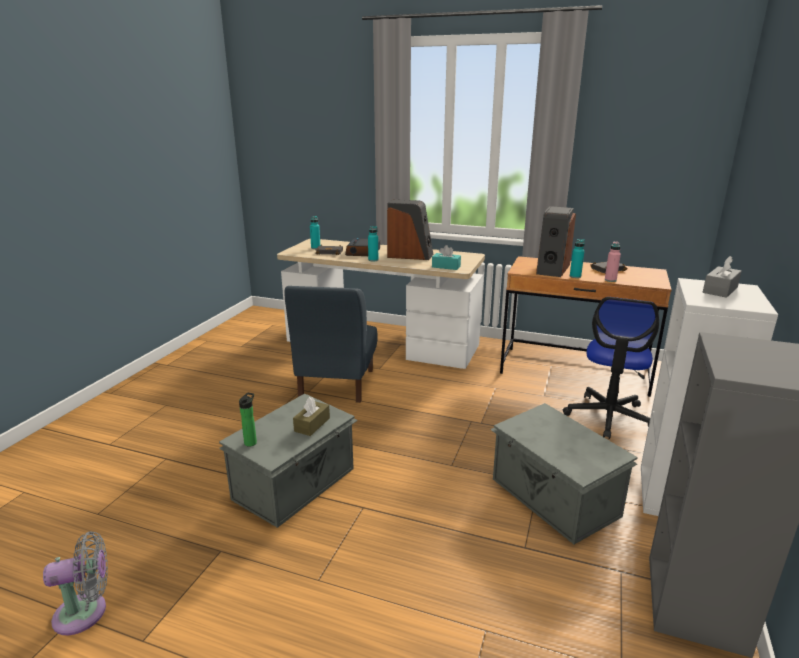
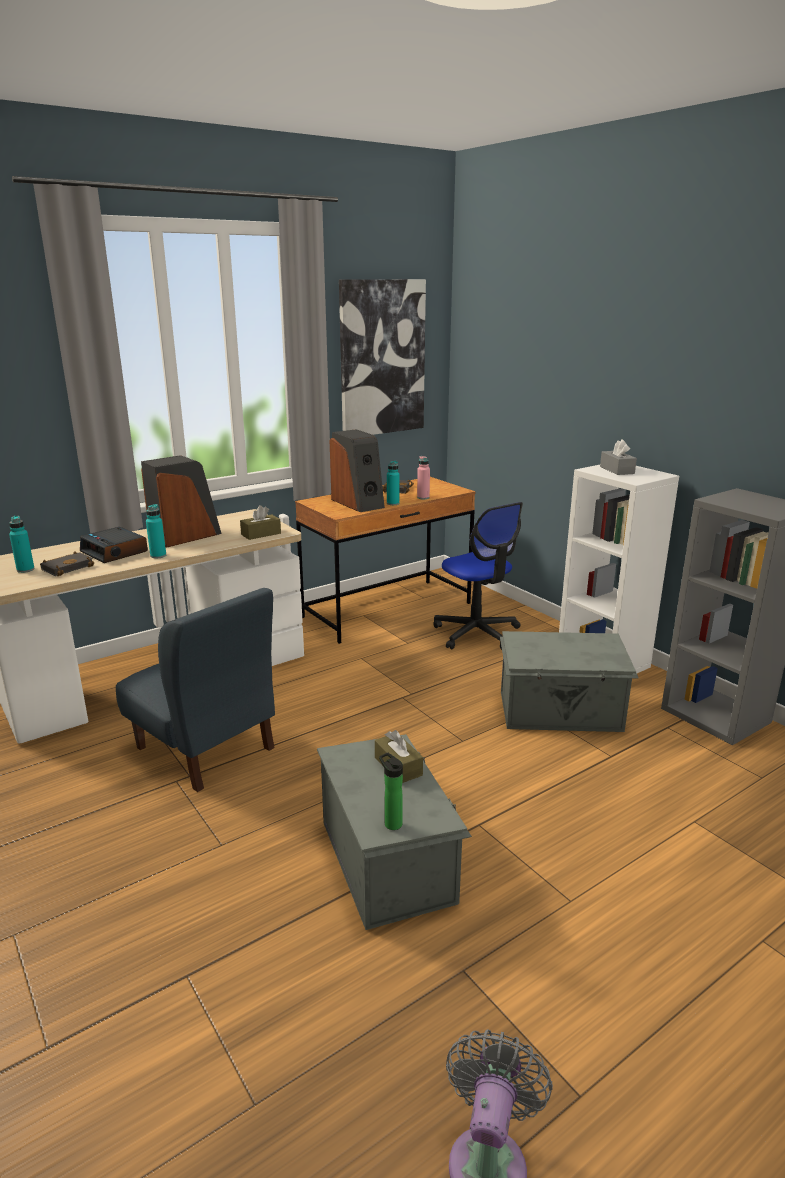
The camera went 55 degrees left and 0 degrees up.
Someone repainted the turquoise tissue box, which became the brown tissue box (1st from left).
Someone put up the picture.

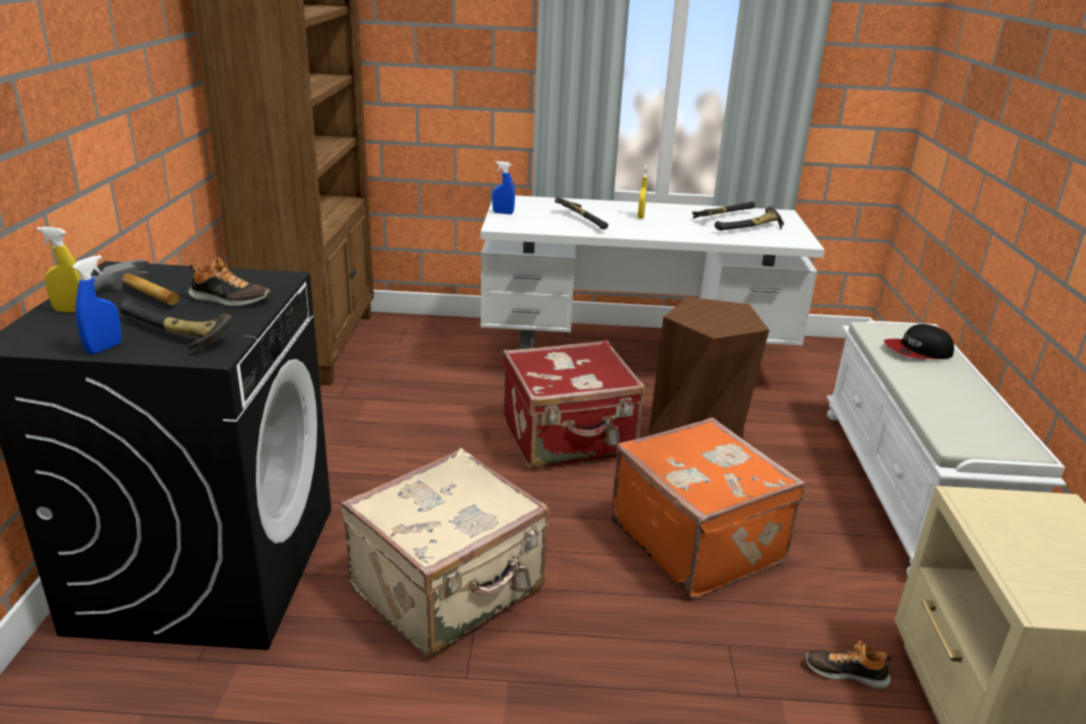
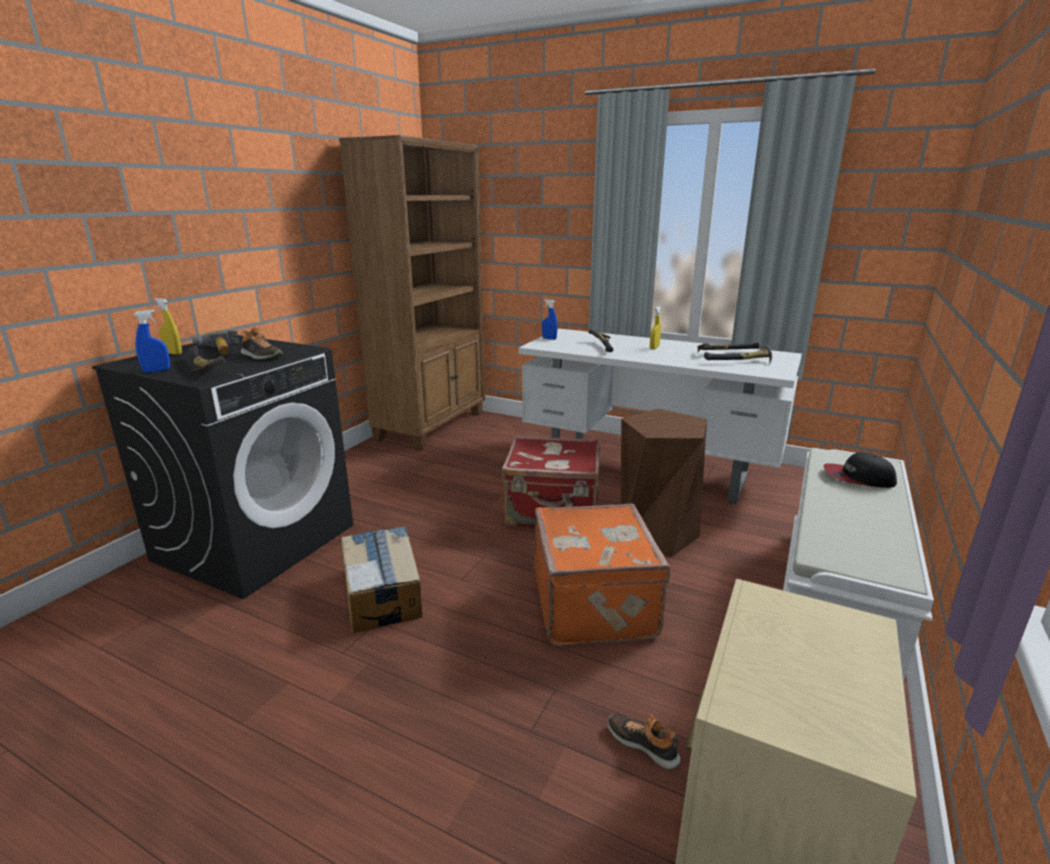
The camera went 25 degrees right and 5 degrees down.
Someone swapped the beige suitcase for the cardboard box.

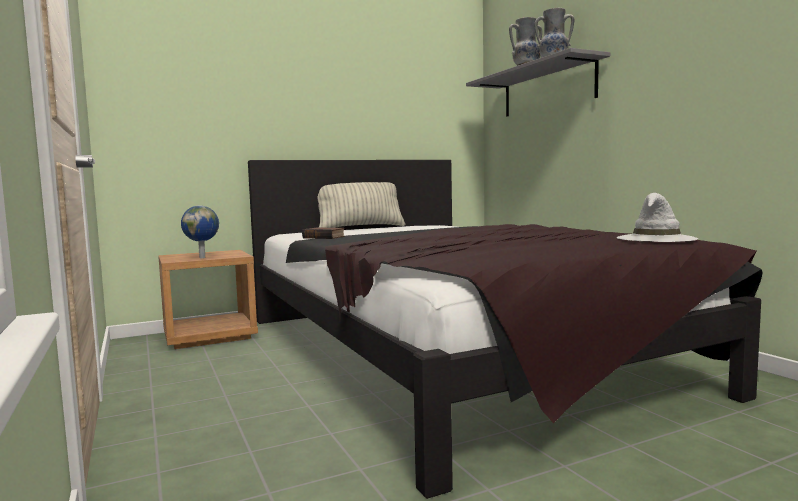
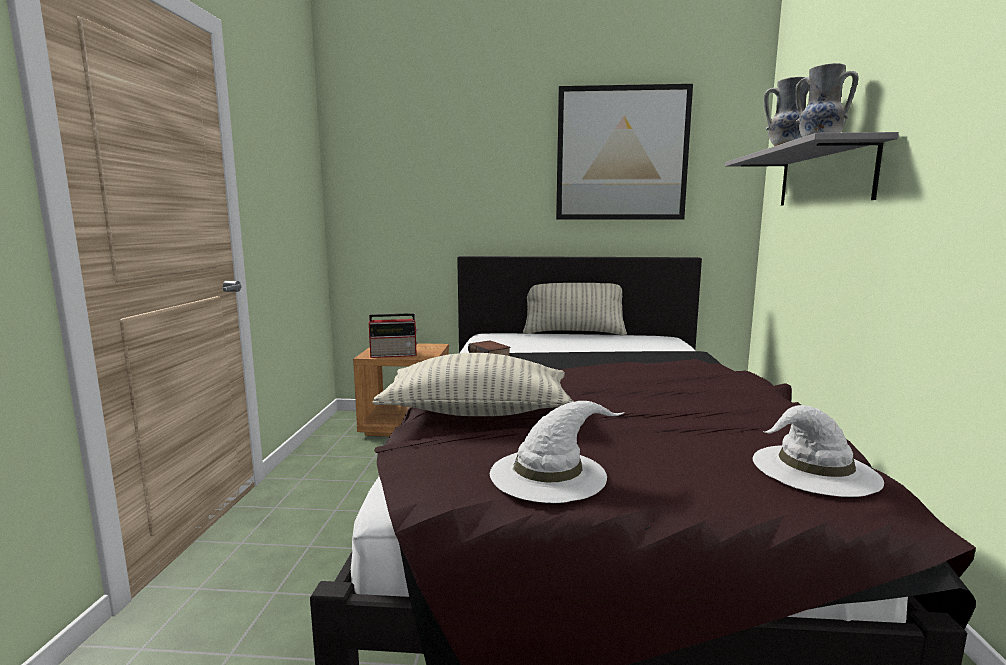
The camera went 30 degrees right and 5 degrees up.
Someone swapped the globe for the radio.
Someone put down the pillow (1st from left).
Someone put down the white hat (1st from left).
Someone put up the picture.

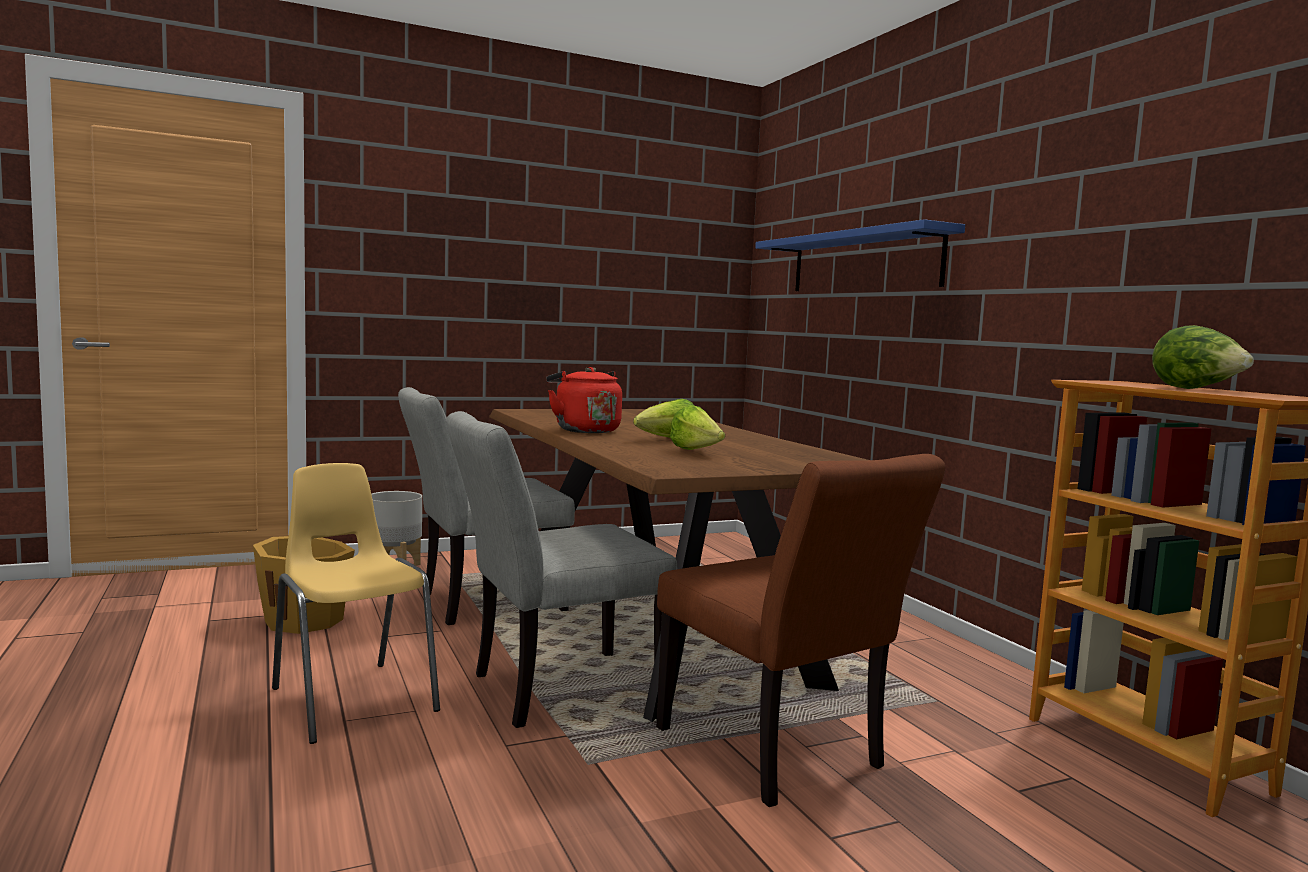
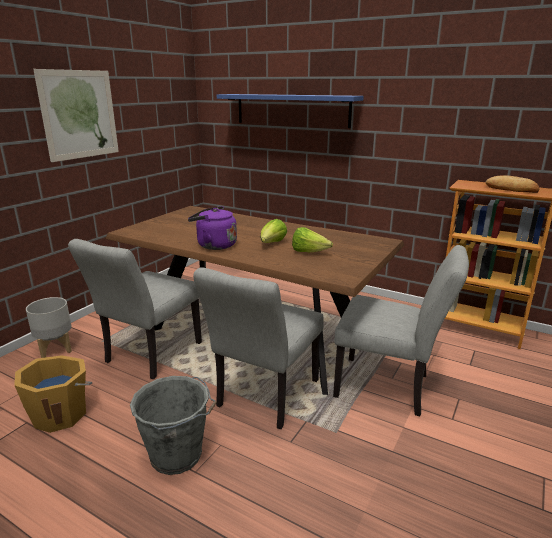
The camera went 35 degrees left and 15 degrees up.
Someone put up the picture.
Someone swapped the yellow chair for the grey bucket.
Someone repainted the red kettle, which became the purple kettle.
Someone repainted the brown chair, which became the grey chair (3rd from left).
Someone swapped the lettuce (3rd from left) for the bread.

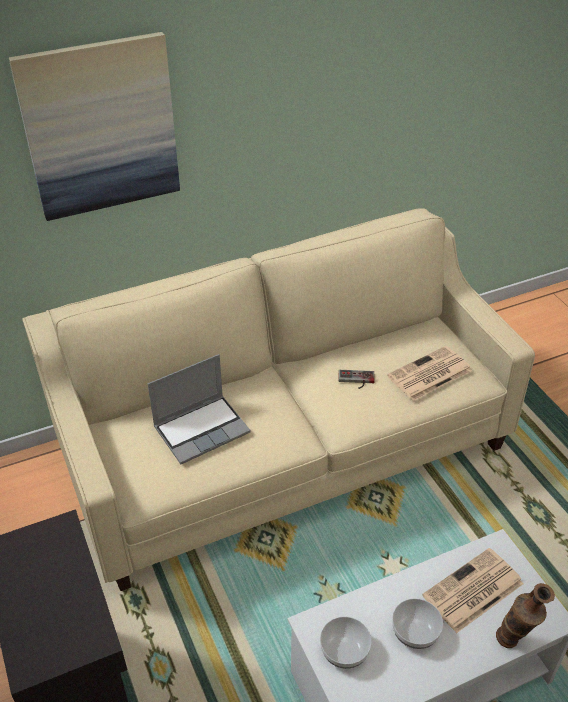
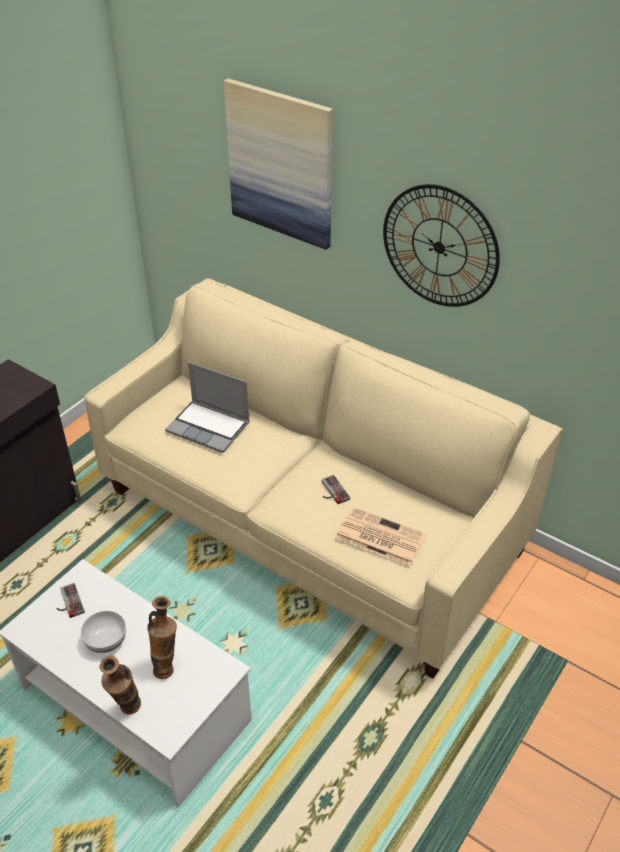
The camera went 60 degrees right and 0 degrees up.
Someone swapped the bowl (1st from left) for the game controller (1st from left).
Someone swapped the newspaper (2nd from left) for the vase (2nd from left).
Someone put up the wall clock.

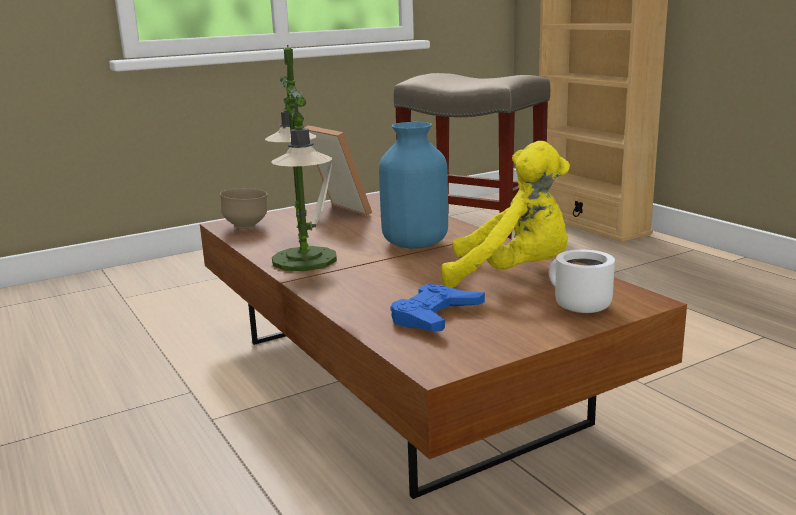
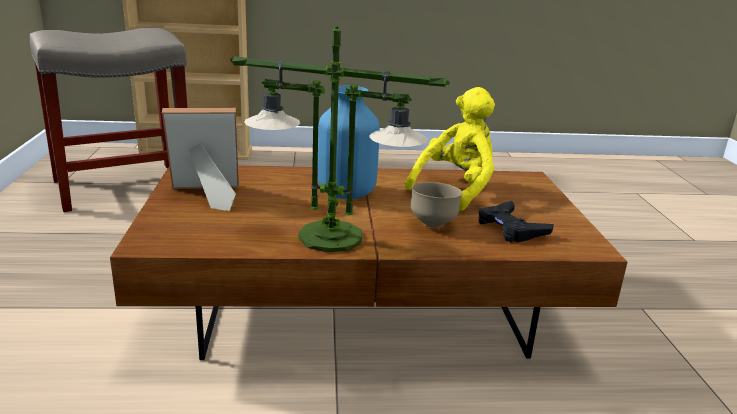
The camera went 65 degrees left and 5 degrees up.
Someone carried the brown bowl.
Someone repainted the blue game controller, which became the black game controller.
Someone took away the white mug.

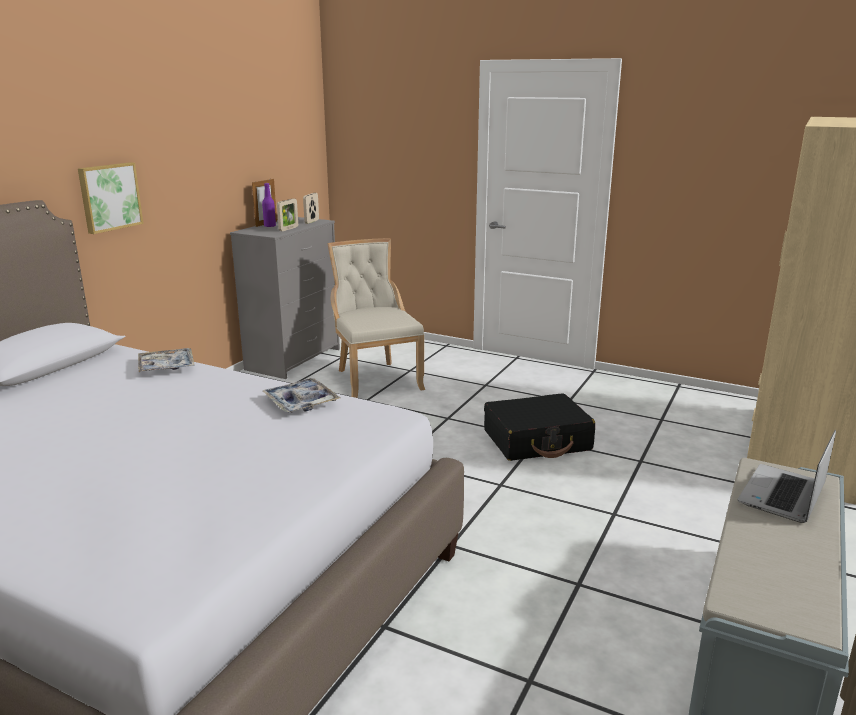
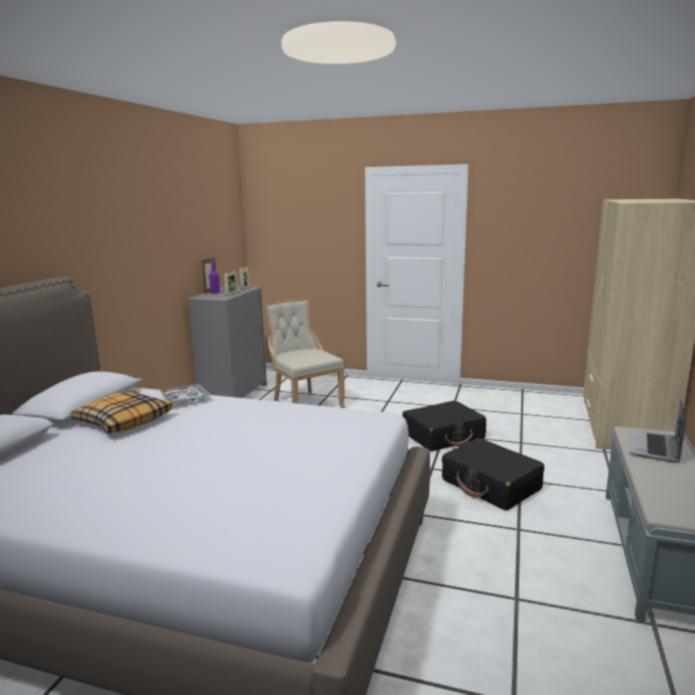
The camera went 10 degrees left and 5 degrees down.
Someone put down the pillow.
Someone put down the black suitcase (2nd from left).
Someone took away the picture.
Someone took away the tray (2nd from left).

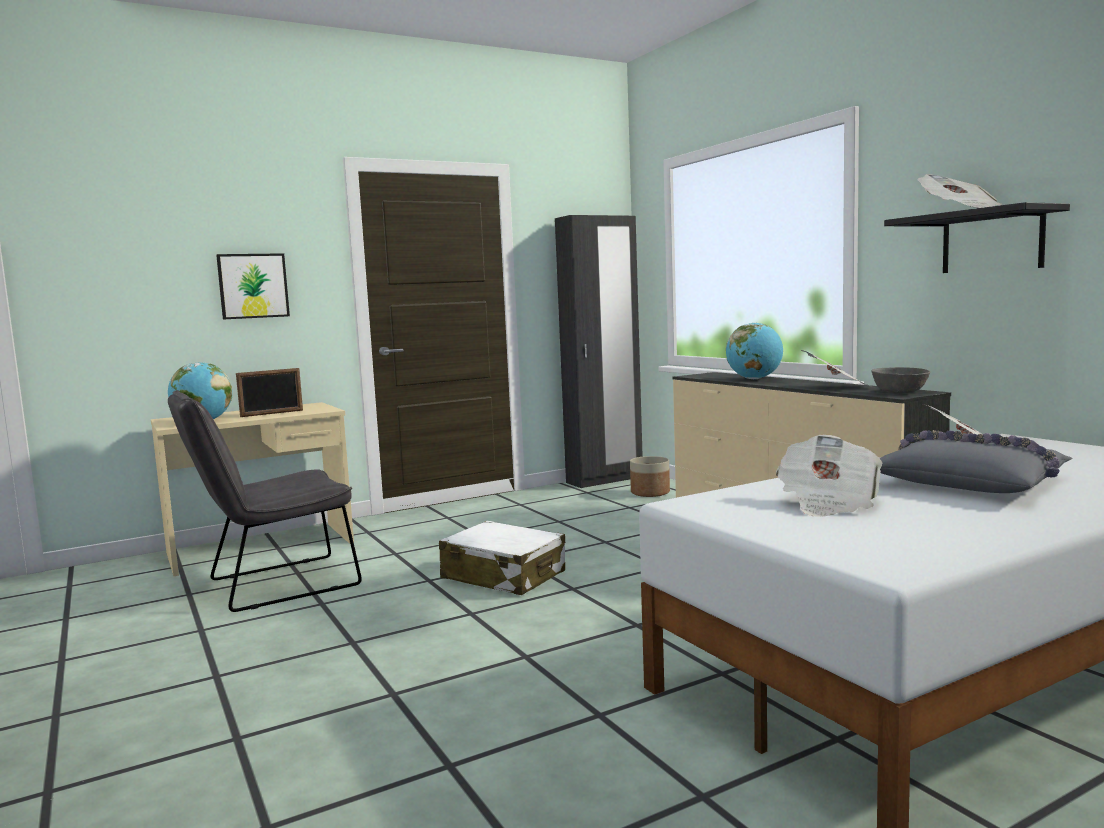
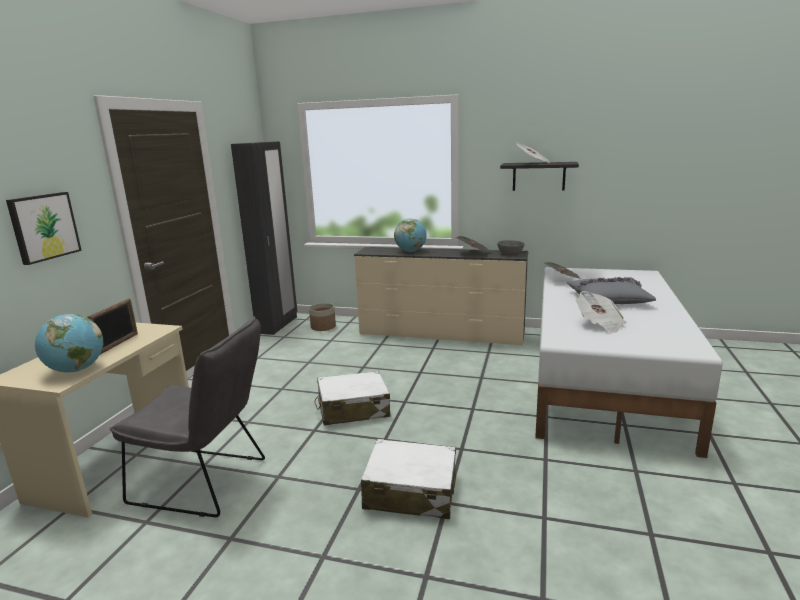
The camera went 45 degrees left and 10 degrees up.
Someone rotated the grey chair by 90 degrees counterclockwise.
Someone put down the white suitcase (2nd from left).

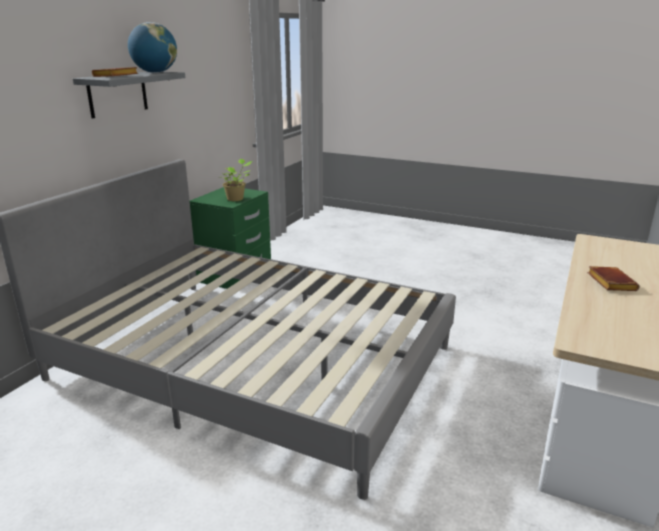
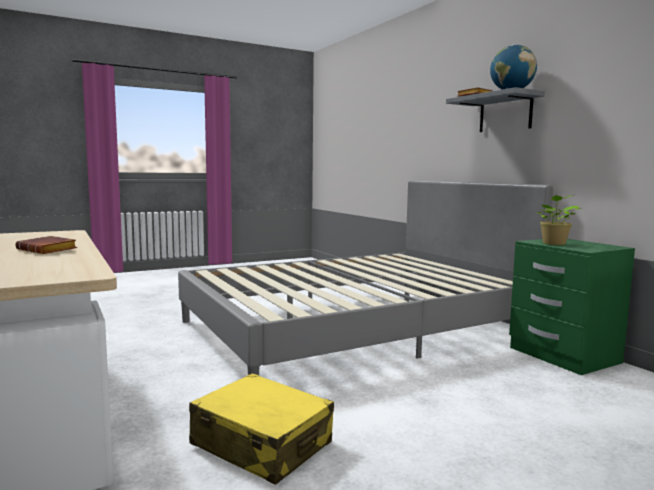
The camera went 125 degrees right and 15 degrees down.
Someone put down the yellow suitcase.

